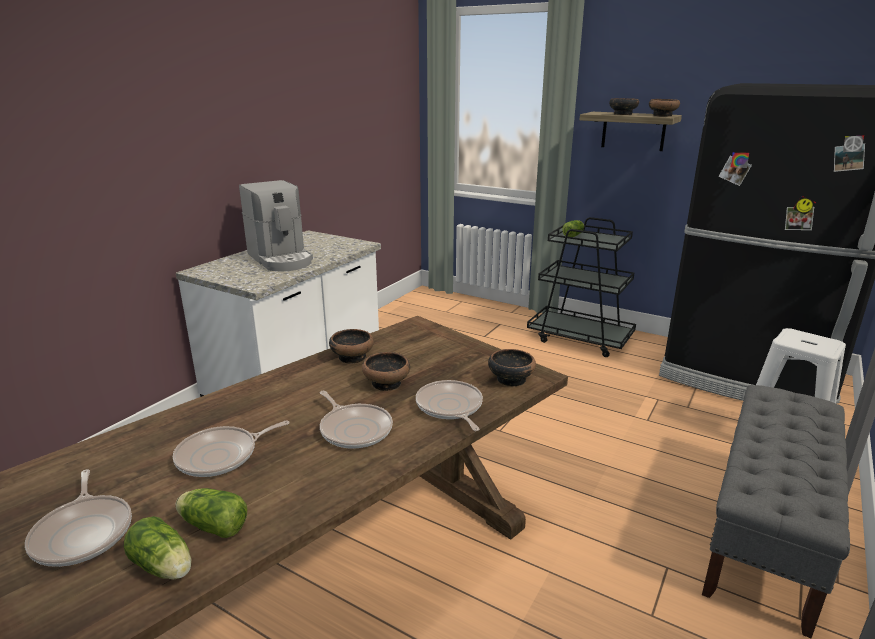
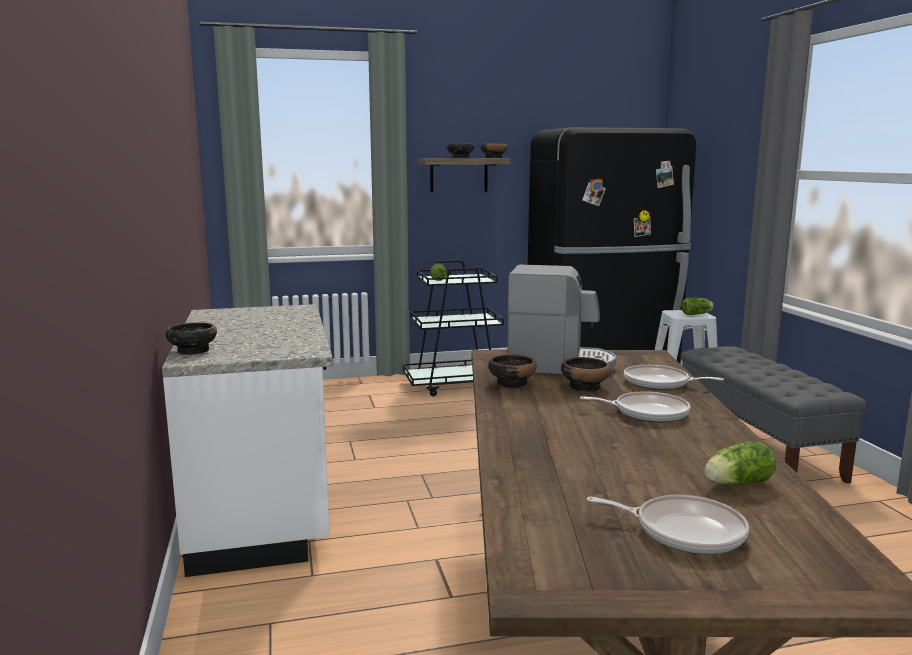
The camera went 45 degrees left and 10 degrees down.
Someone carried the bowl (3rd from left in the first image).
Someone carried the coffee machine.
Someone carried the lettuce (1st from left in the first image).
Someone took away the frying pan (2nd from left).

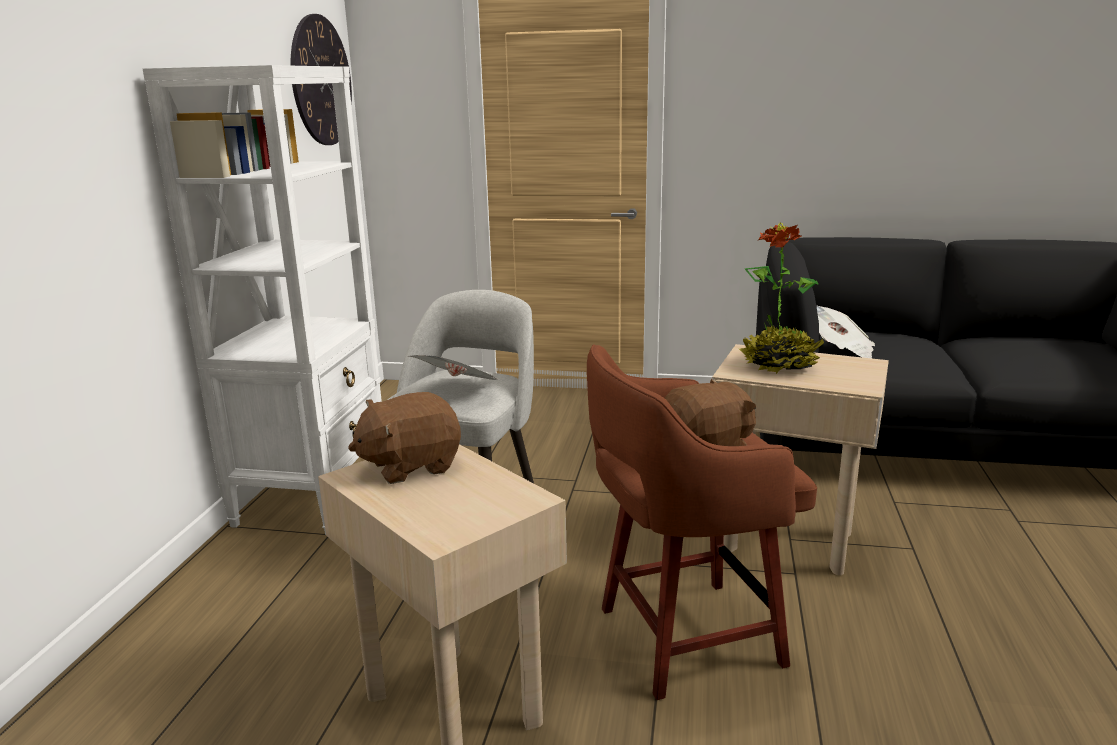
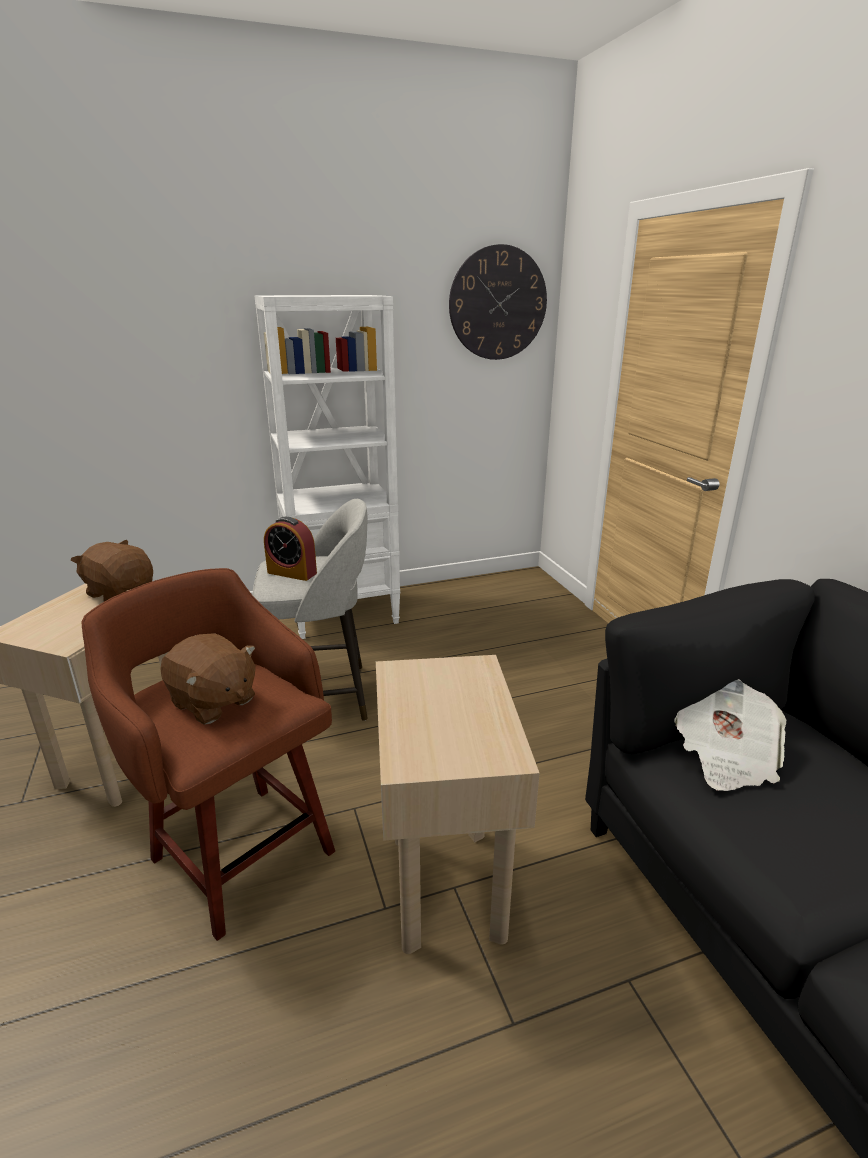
The camera went 60 degrees right and 5 degrees up.
Someone swapped the newspaper (1st from left) for the alarm clock.
Someone took away the potted plant.

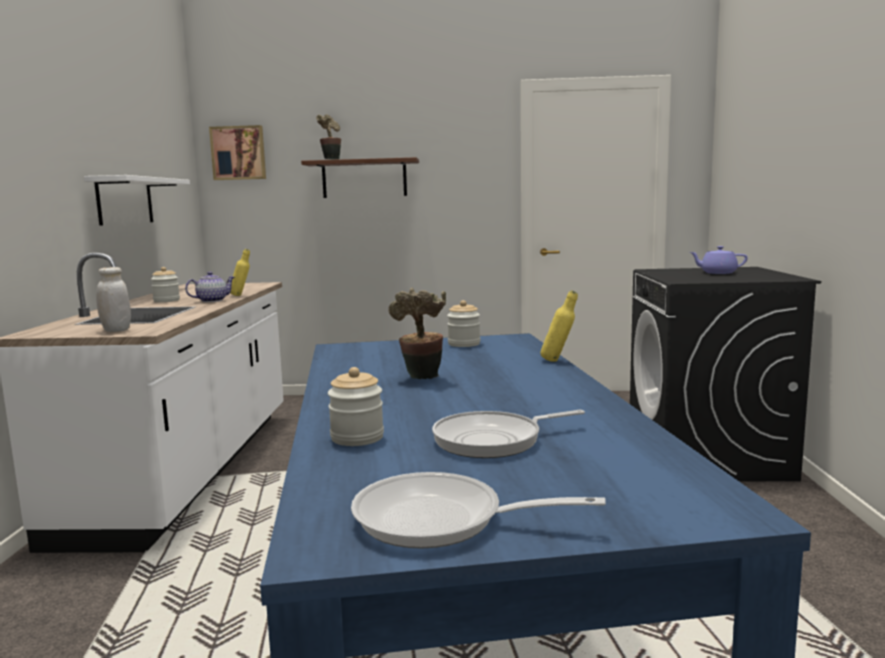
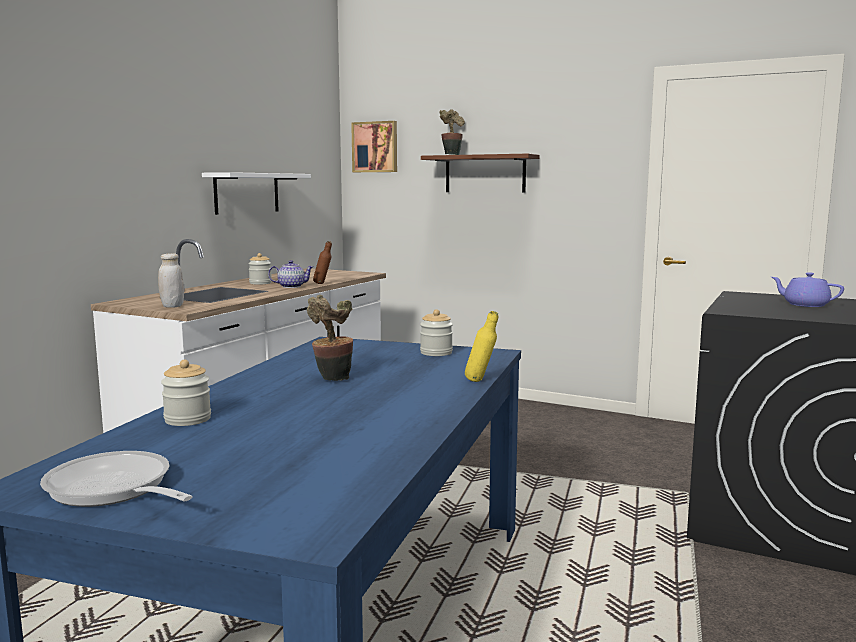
The camera went 25 degrees right and 0 degrees up.
Someone repainted the yellow bottle (1st from left), which became the brown bottle.
Someone took away the frying pan (2nd from left).

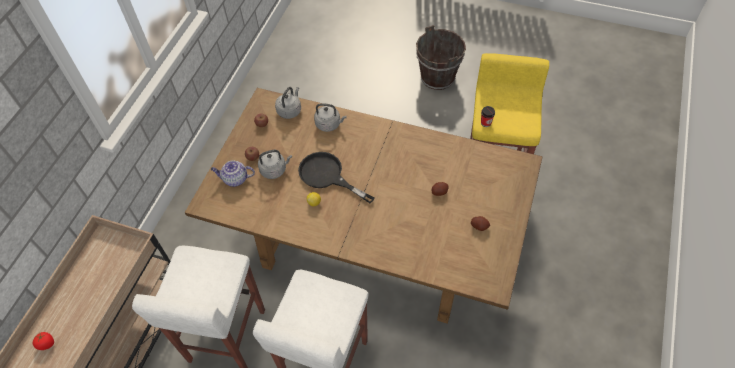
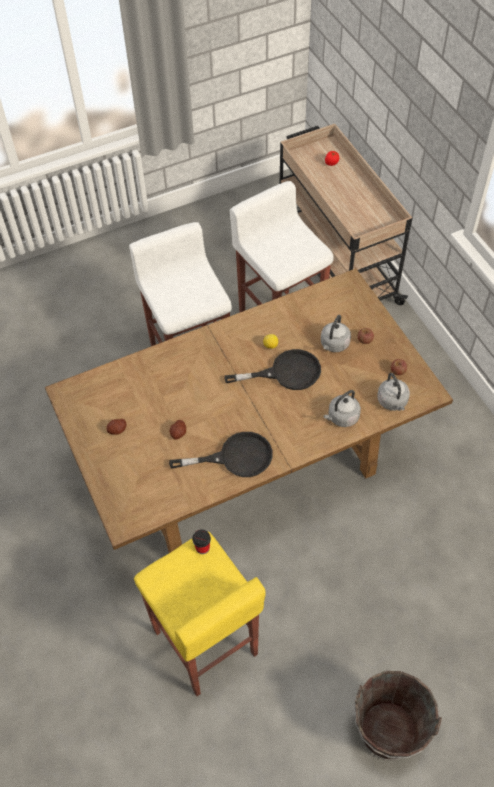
The camera went 135 degrees right and 0 degrees up.
Someone put down the black frying pan (1st from left).
Someone took away the teapot.

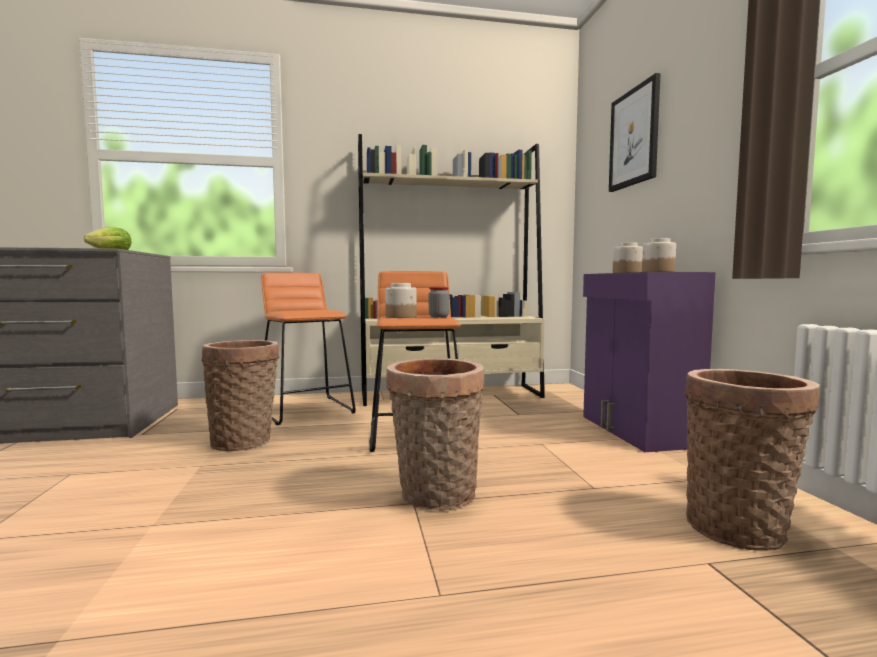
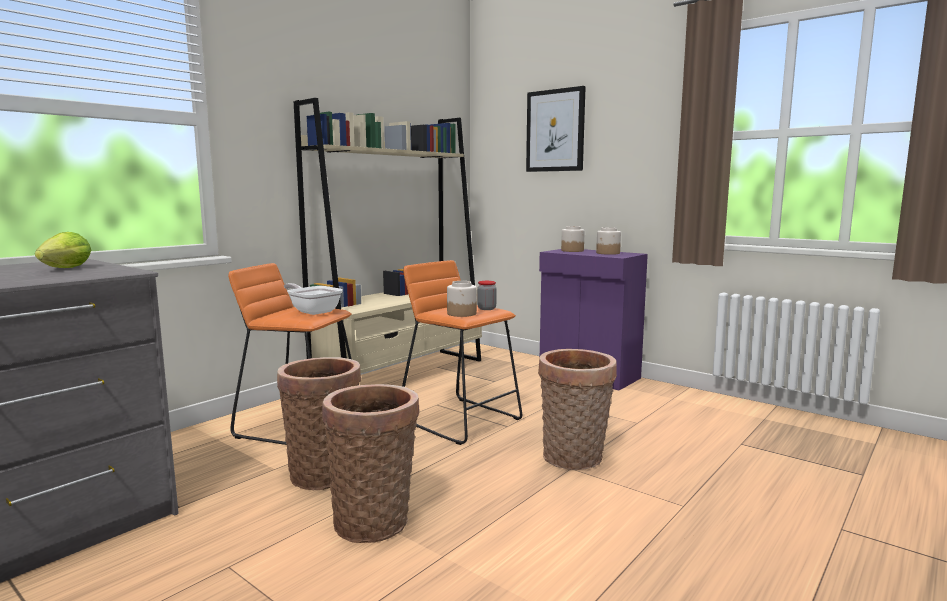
The camera went 40 degrees left and 5 degrees up.
Someone put down the frying pan.
Someone carried the basket (3rd from left in the first image).

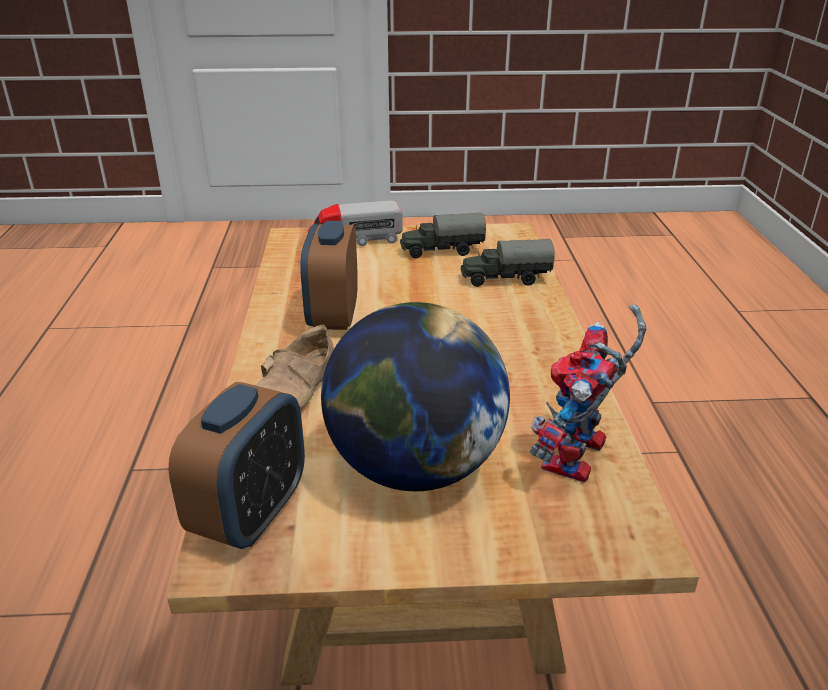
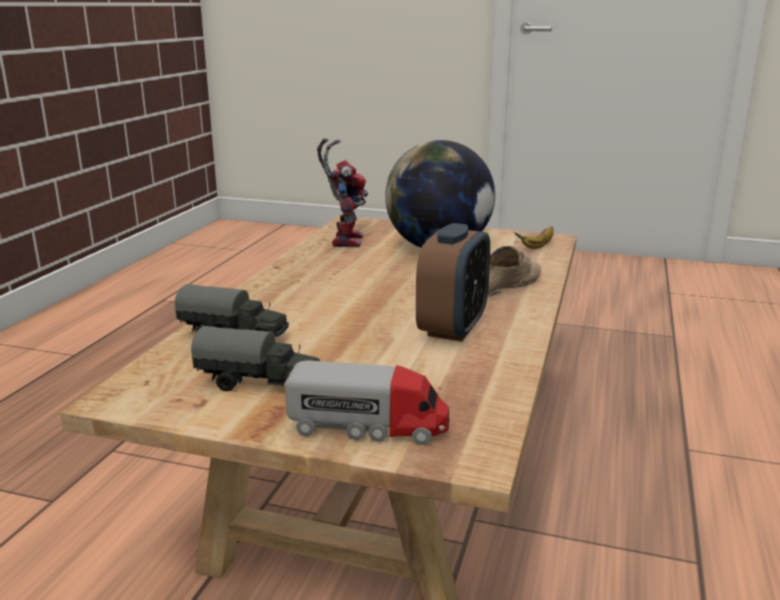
The camera went 160 degrees left and 10 degrees down.
Someone rotated the toy robot by 45 degrees counterclockwise.
Someone swapped the alarm clock (1st from left) for the banana.

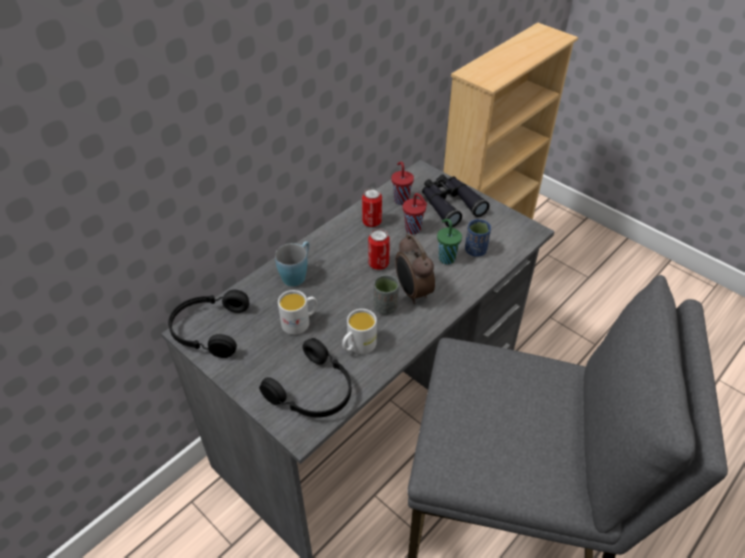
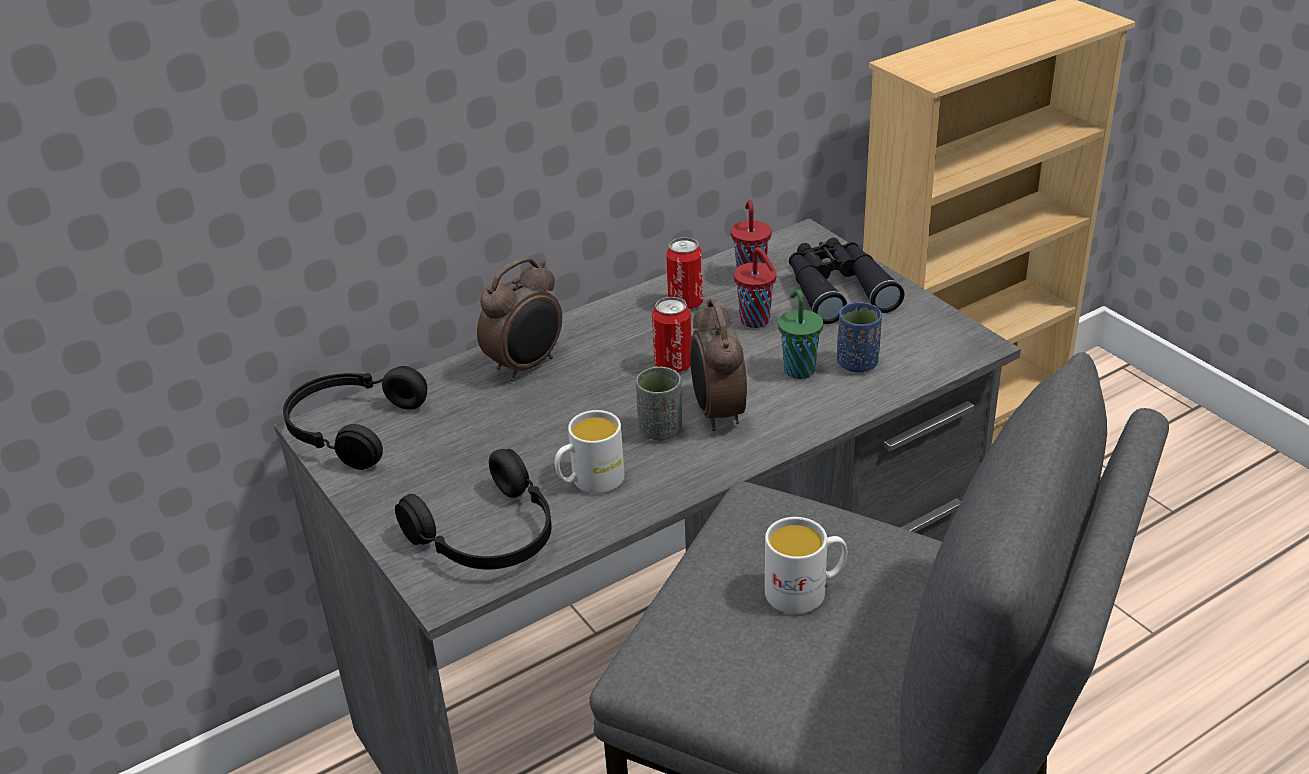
The camera went 15 degrees right and 10 degrees down.
Someone swapped the blue mug for the alarm clock (1st from left).
Someone carried the white mug (1st from left in the first image).

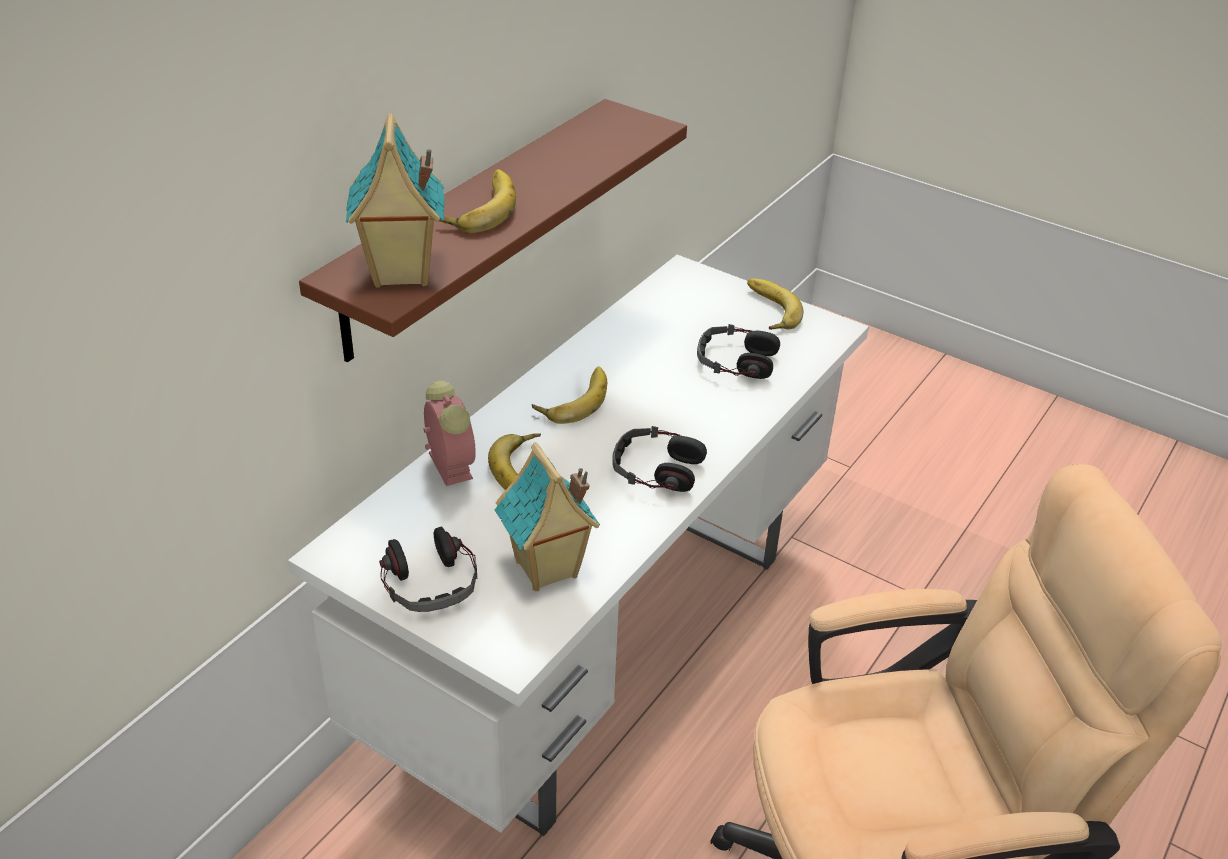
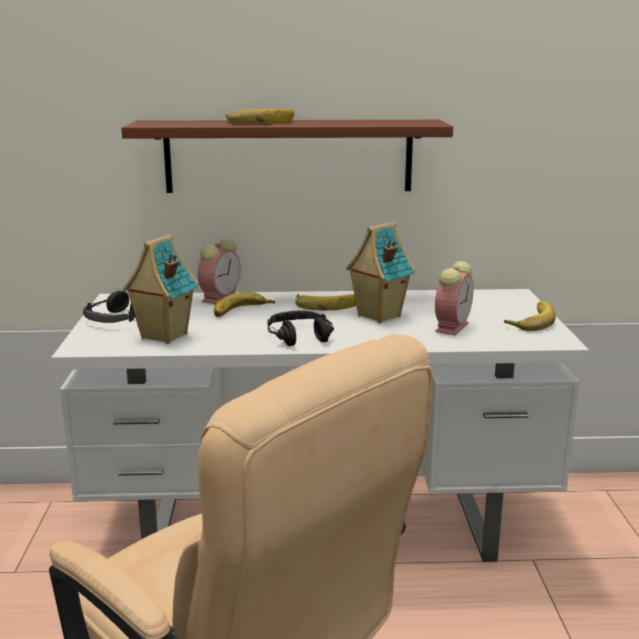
The camera went 55 degrees right and 20 degrees down.
Someone carried the toy house (1st from left in the first image).
Someone swapped the headphones (3rd from left) for the alarm clock (2nd from left).

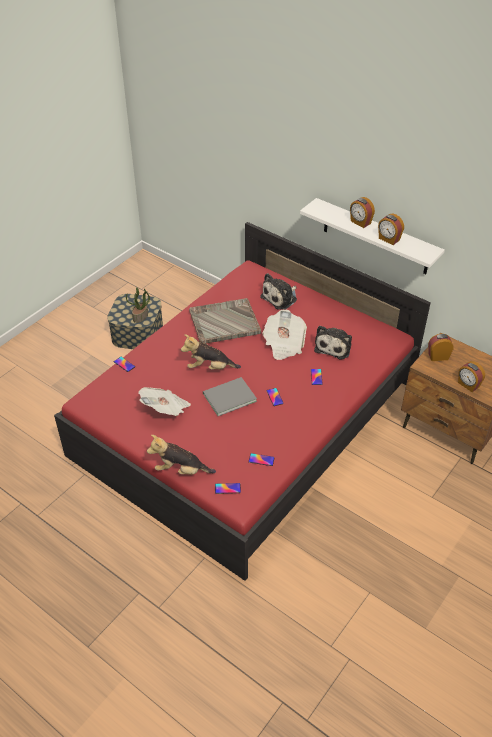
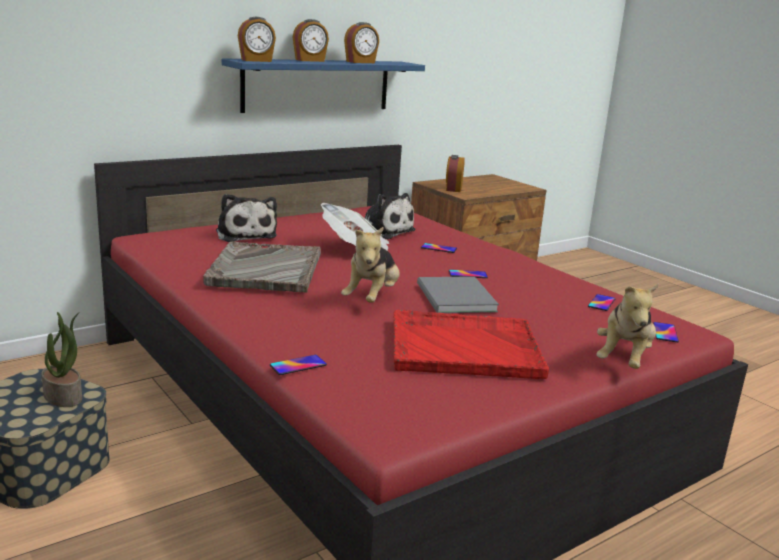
The camera went 75 degrees left and 25 degrees down.
Someone repainted the white shelf, which became the blue shelf.
Someone carried the alarm clock (4th from left in the first image).
Someone swapped the newspaper (1st from left) for the red tray.

